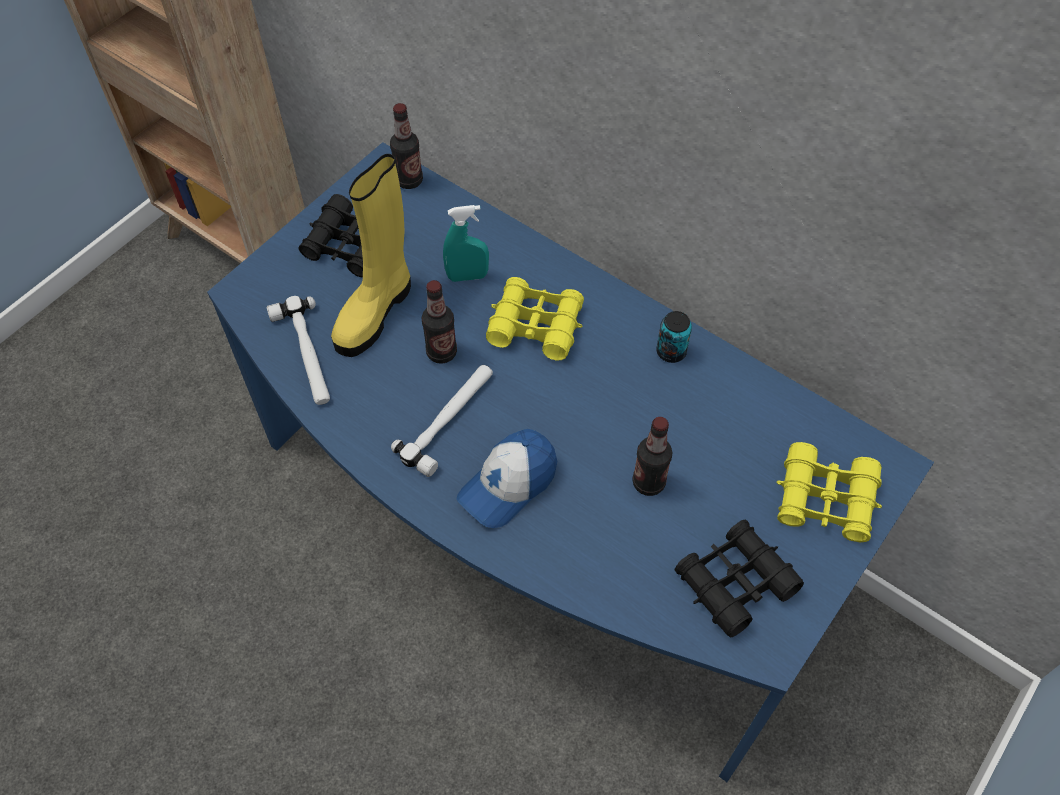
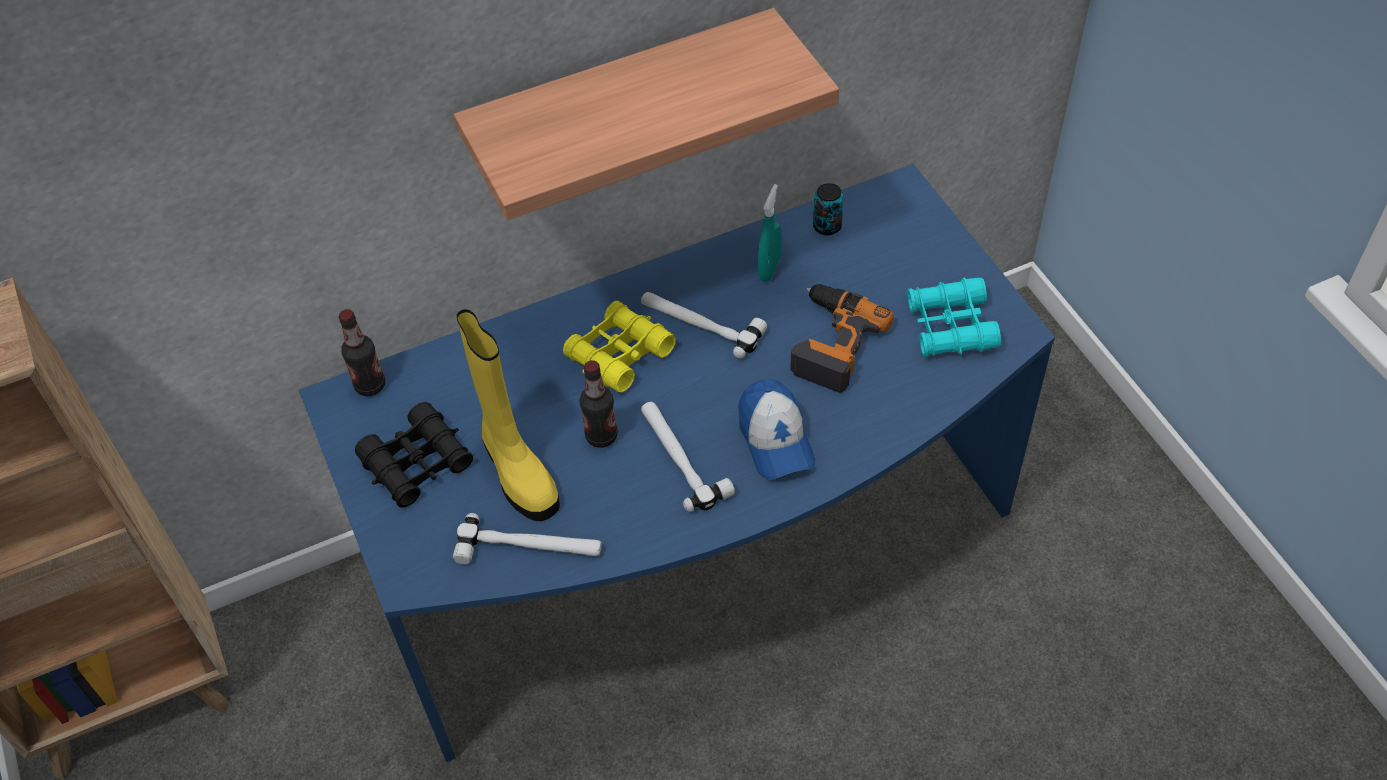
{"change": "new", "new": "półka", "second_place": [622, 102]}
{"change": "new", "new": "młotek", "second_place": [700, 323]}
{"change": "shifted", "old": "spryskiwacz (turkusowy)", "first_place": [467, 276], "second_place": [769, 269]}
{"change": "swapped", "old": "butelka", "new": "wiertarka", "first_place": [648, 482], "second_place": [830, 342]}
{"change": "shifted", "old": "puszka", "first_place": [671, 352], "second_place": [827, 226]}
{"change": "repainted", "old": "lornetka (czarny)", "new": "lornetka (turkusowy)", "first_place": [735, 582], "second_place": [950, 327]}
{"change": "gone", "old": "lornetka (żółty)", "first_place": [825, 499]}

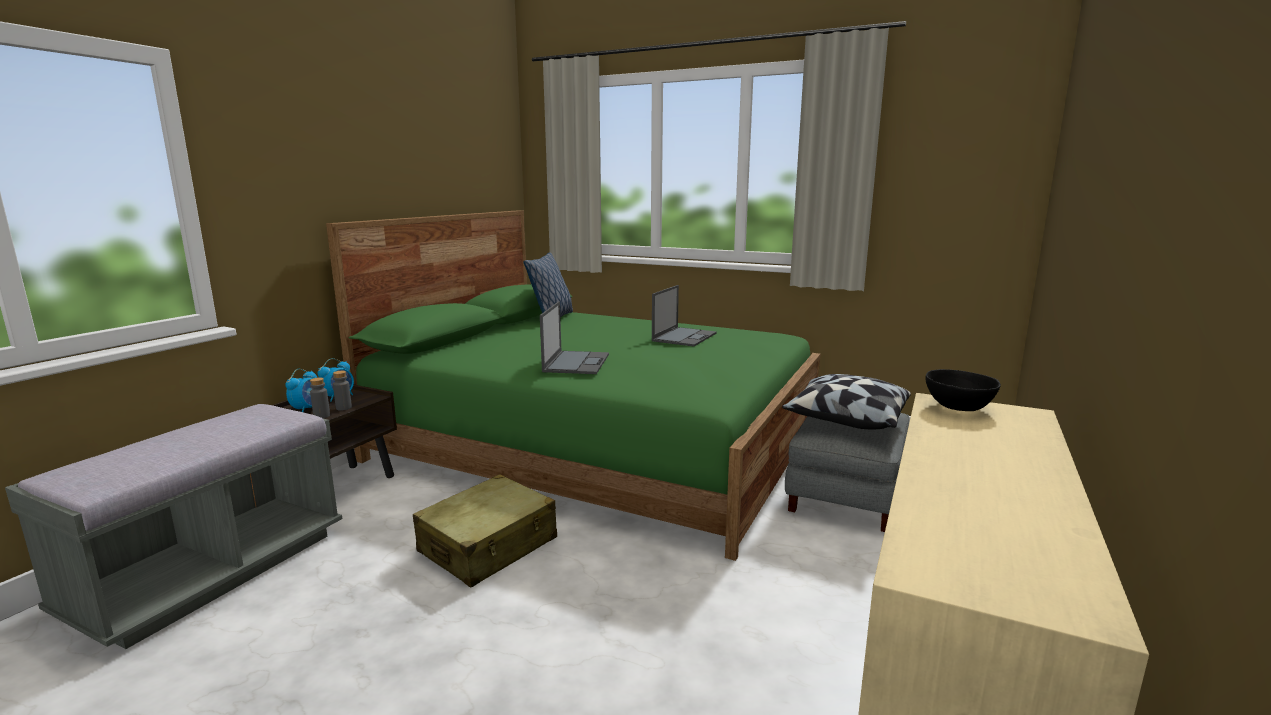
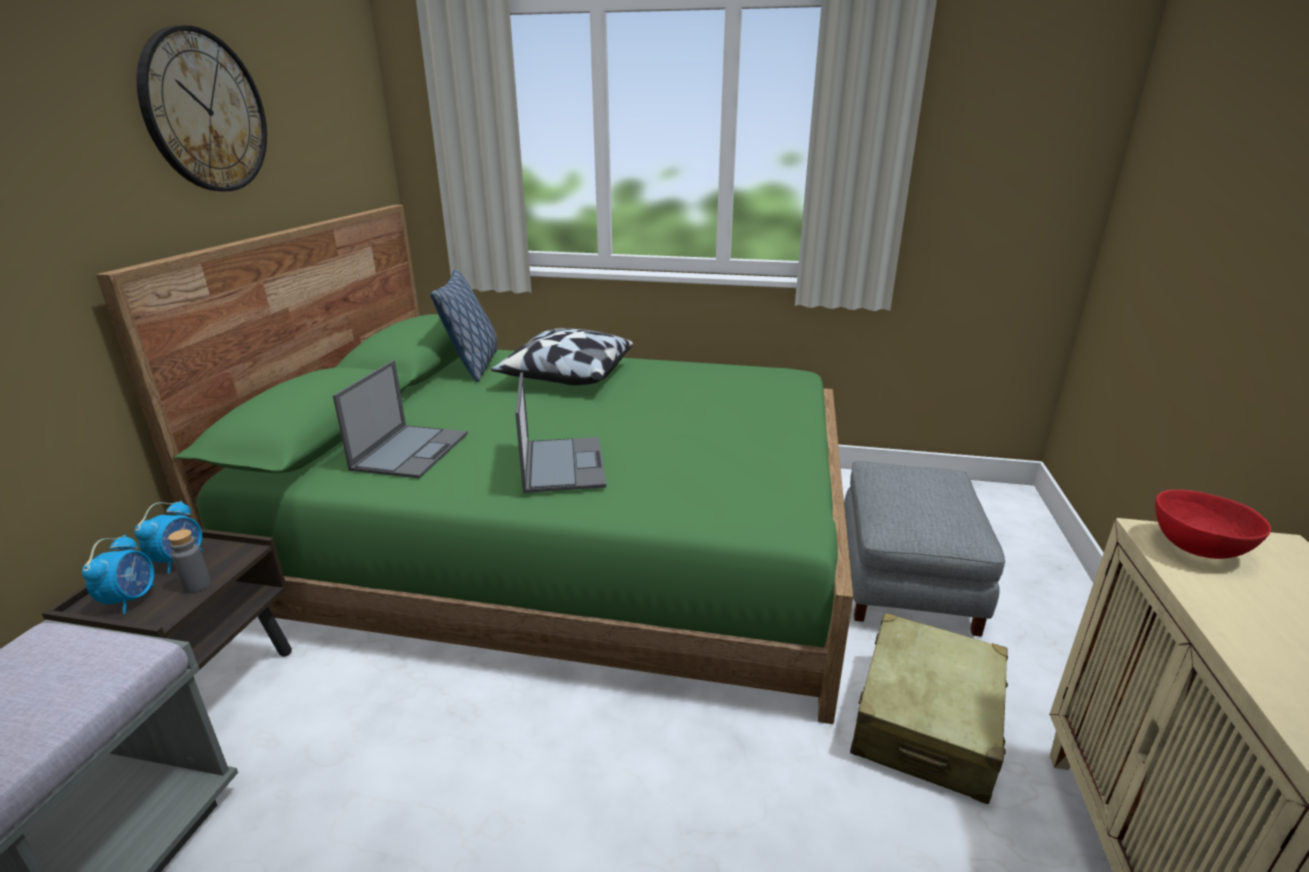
{"change": "new", "new": "zegar ścienny", "second_place": [204, 112]}
{"change": "shifted", "old": "laptop", "first_place": [684, 337], "second_place": [411, 450]}
{"change": "shifted", "old": "poduszka", "first_place": [846, 419], "second_place": [566, 376]}
{"change": "shifted", "old": "walizka (beżowy)", "first_place": [488, 546], "second_place": [926, 722]}
{"change": "repainted", "old": "miska (czarny)", "new": "miska (czerwony)", "first_place": [956, 407], "second_place": [1194, 547]}
{"change": "gone", "old": "butelka (szary)", "first_place": [322, 416]}

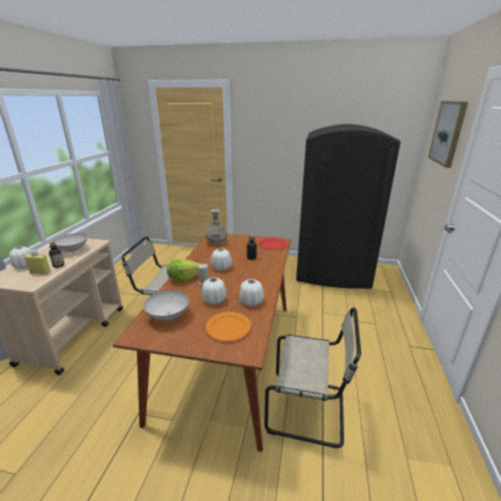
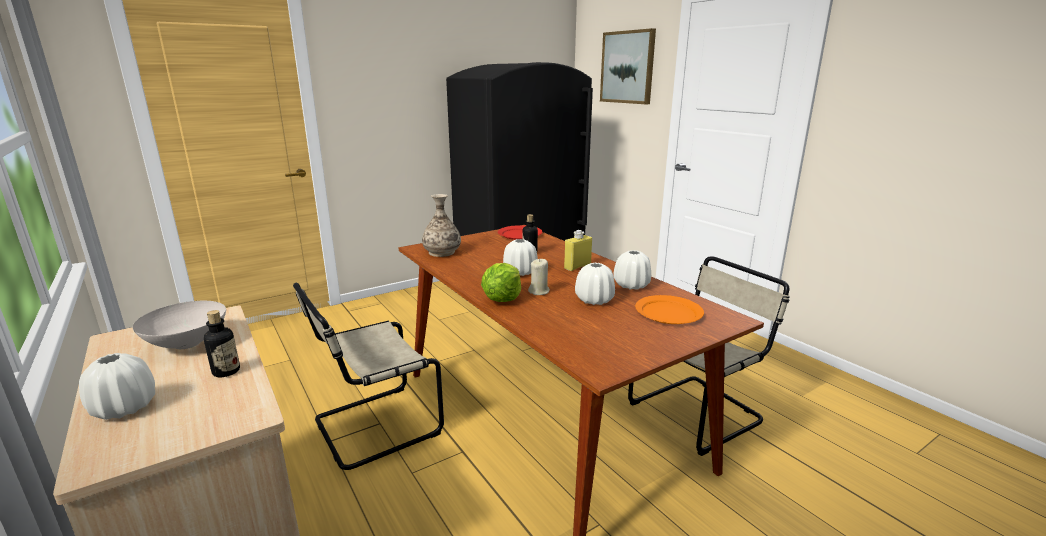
{"change": "shifted", "old": "butelka (żółty)", "first_place": [40, 272], "second_place": [577, 266]}
{"change": "gone", "old": "miska (biały)", "first_place": [168, 315]}

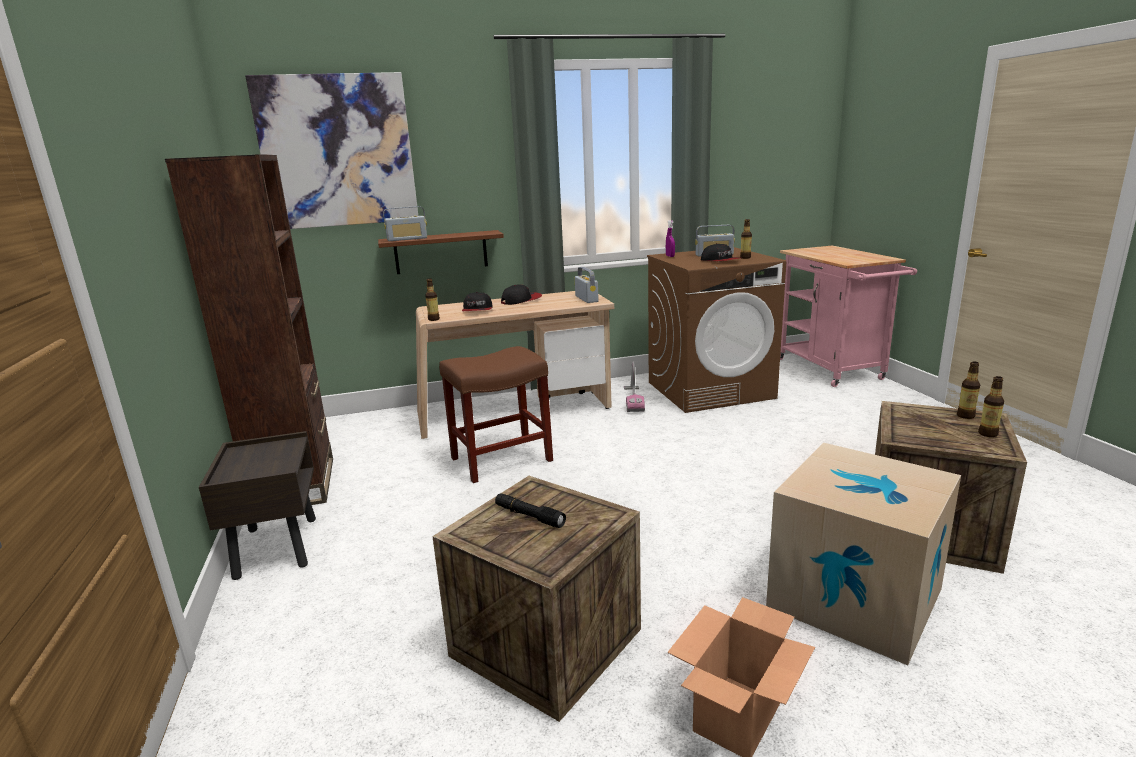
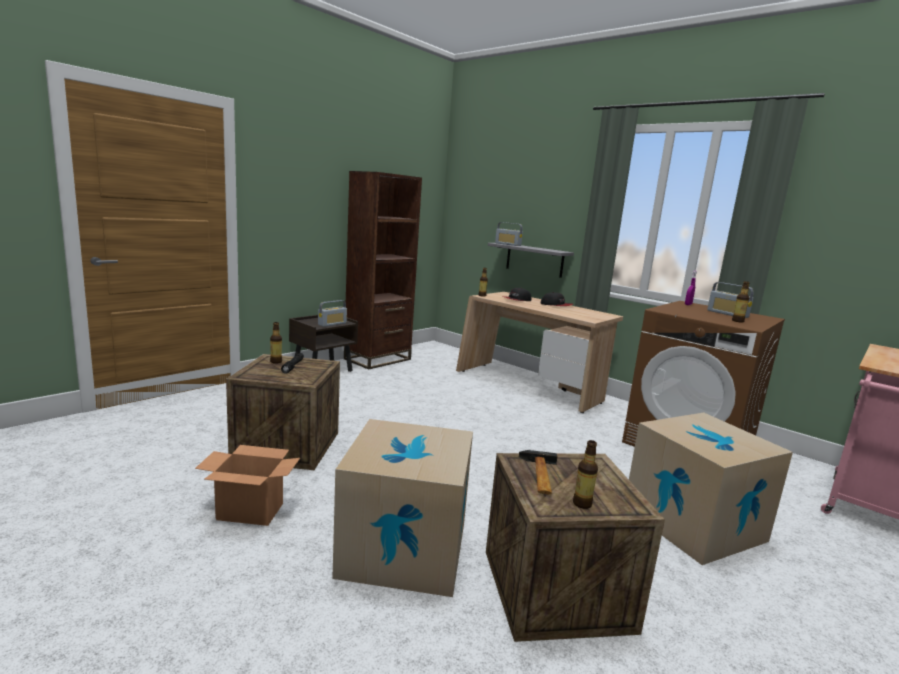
{"change": "shifted", "old": "butelka", "first_place": [965, 416], "second_place": [276, 362]}
{"change": "shifted", "old": "radio", "first_place": [586, 299], "second_place": [332, 324]}
{"change": "repainted", "old": "półka (brązowy)", "new": "półka (szary)", "first_place": [441, 252], "second_place": [534, 260]}
{"change": "new", "new": "młotek", "second_place": [539, 476]}
{"change": "new", "new": "karton", "second_place": [693, 523]}
{"change": "gone", "old": "obraz", "first_place": [337, 152]}
{"change": "gone", "old": "stołek (brązowy)", "first_place": [500, 460]}
{"change": "gone", "old": "odkurzacz", "first_place": [633, 399]}
{"change": "gone", "old": "czapka z daszkiem", "first_place": [720, 261]}

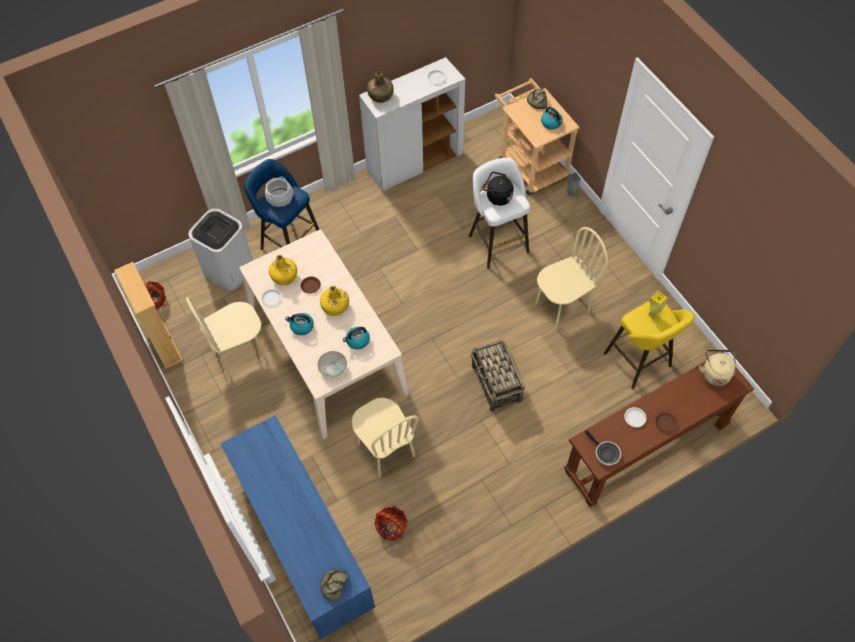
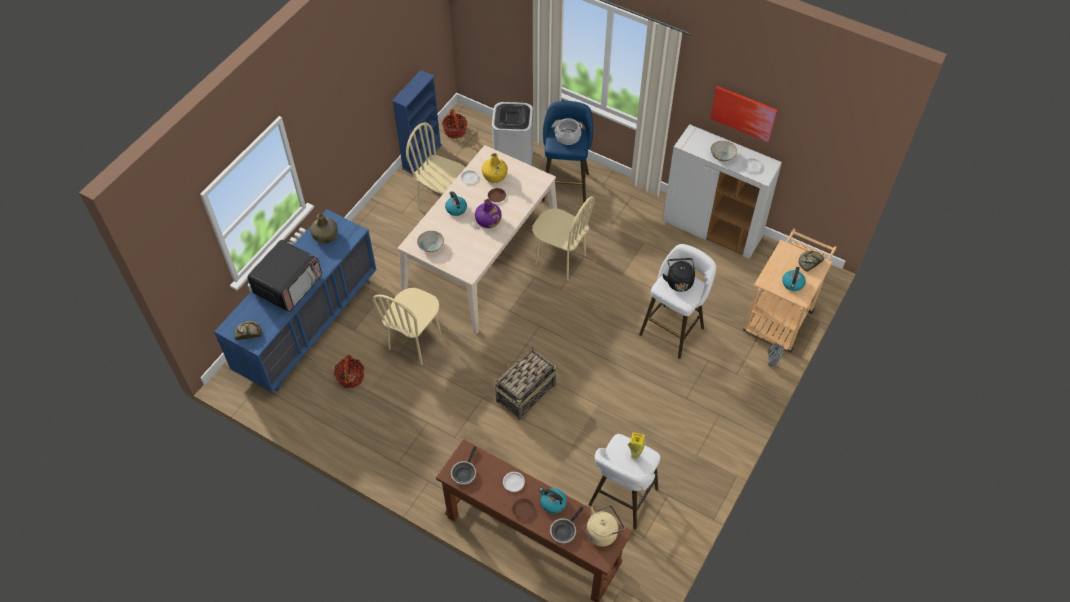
{"change": "new", "new": "mikrofalówka", "second_place": [288, 285]}
{"change": "shifted", "old": "butelka (zielony)", "first_place": [380, 95], "second_place": [326, 235]}
{"change": "repainted", "old": "regał (beżowy)", "new": "regał (niebieski)", "first_place": [163, 344], "second_place": [422, 156]}
{"change": "repainted", "old": "butelka (żółty)", "new": "butelka (fioletowy)", "first_place": [335, 307], "second_place": [488, 221]}
{"change": "shifted", "old": "krzesło (beżowy)", "first_place": [561, 307], "second_place": [560, 260]}
{"change": "shifted", "old": "czajnik", "first_place": [357, 341], "second_place": [552, 503]}
{"change": "new", "new": "patelnia", "second_place": [564, 530]}
{"change": "repainted", "old": "stołek (żółty)", "new": "stołek (biały)", "first_place": [640, 362], "second_place": [621, 500]}
{"change": "new", "new": "obraz", "second_place": [743, 113]}
{"change": "new", "new": "miska", "second_place": [722, 156]}

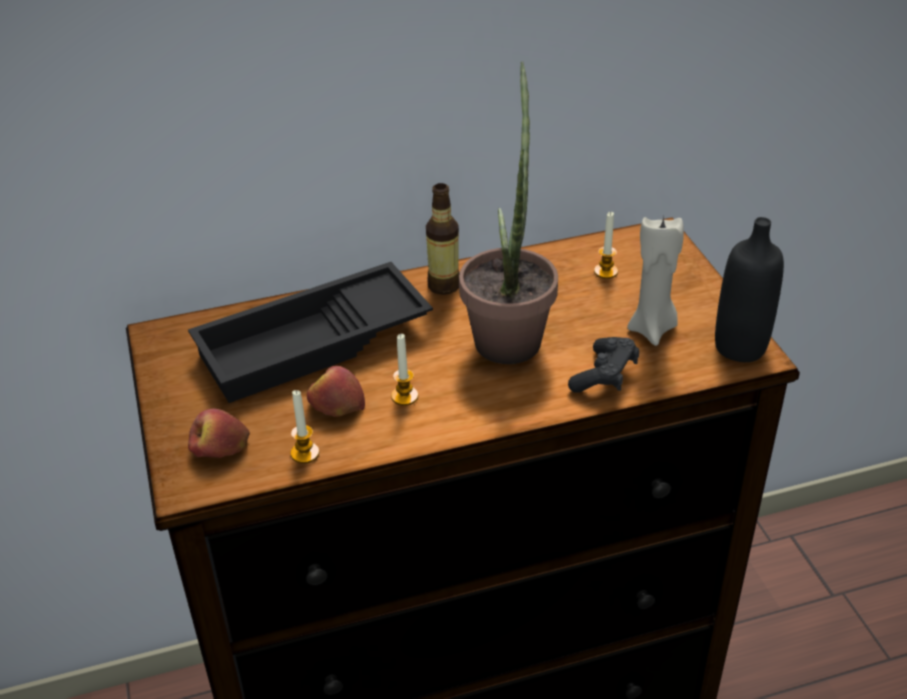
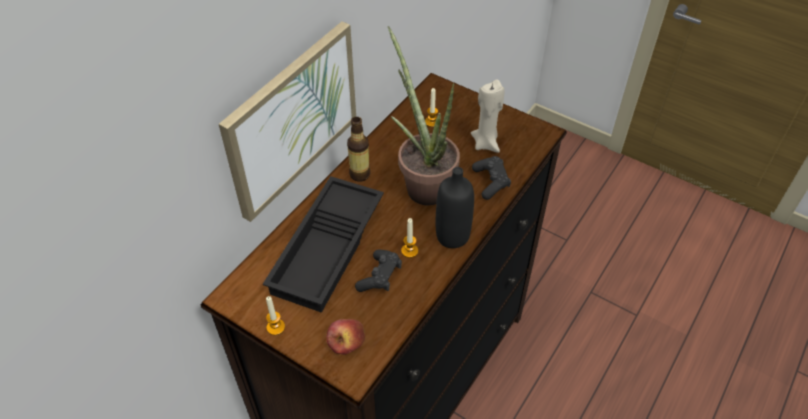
{"change": "new", "new": "obraz", "second_place": [292, 119]}
{"change": "shifted", "old": "świeca", "first_place": [305, 453], "second_place": [275, 327]}
{"change": "swapped", "old": "jabłko", "new": "pad do gier (czarny)", "first_place": [336, 404], "second_place": [380, 277]}
{"change": "shifted", "old": "butelka (czarny)", "first_place": [740, 347], "second_place": [452, 236]}

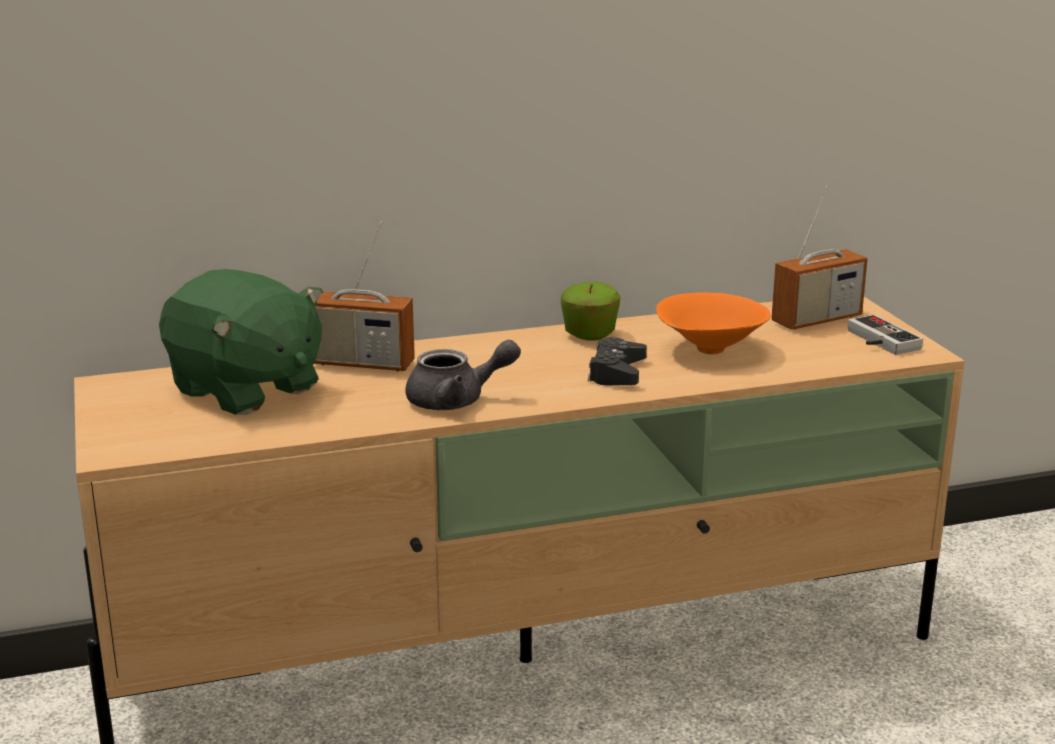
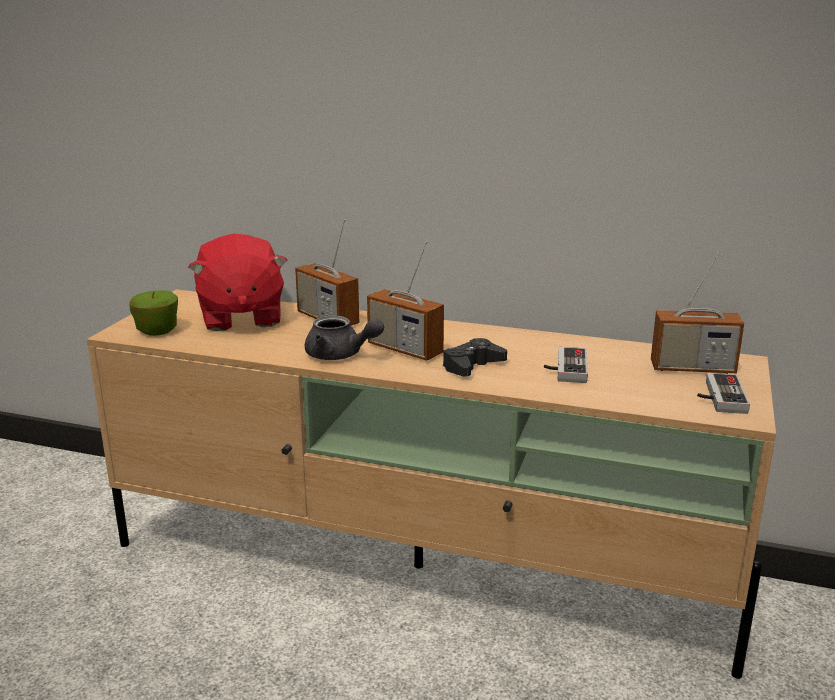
{"change": "shifted", "old": "jabłko", "first_place": [589, 335], "second_place": [157, 331]}
{"change": "repainted", "old": "pluszak (zielony)", "new": "pluszak (czerwony)", "first_place": [245, 390], "second_place": [240, 317]}
{"change": "new", "new": "radio", "second_place": [405, 349]}
{"change": "swapped", "old": "miska (pomarańczowy)", "new": "pad do gier", "first_place": [708, 350], "second_place": [565, 368]}

